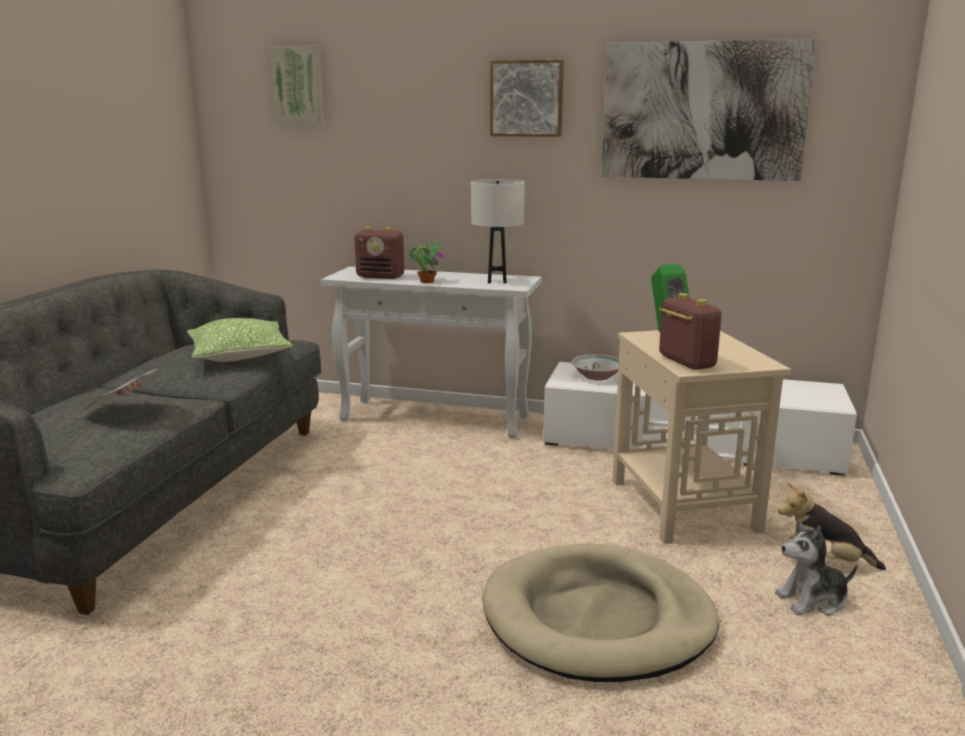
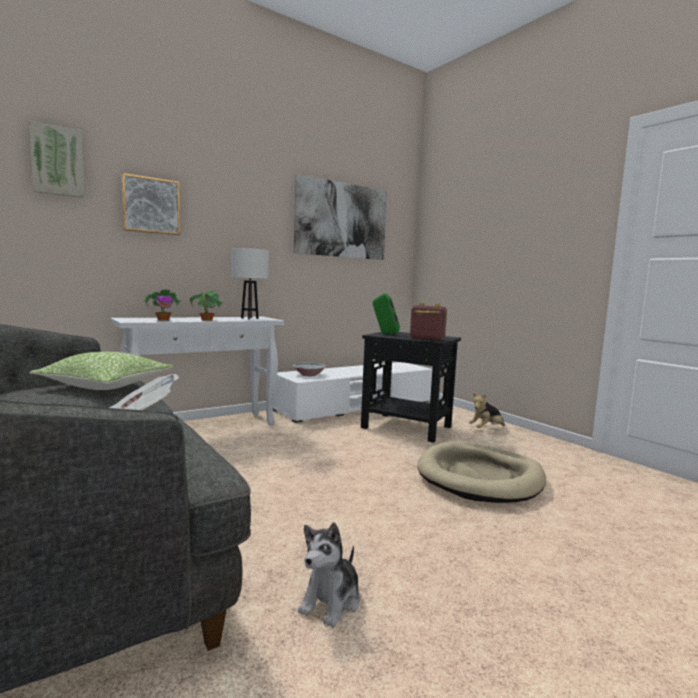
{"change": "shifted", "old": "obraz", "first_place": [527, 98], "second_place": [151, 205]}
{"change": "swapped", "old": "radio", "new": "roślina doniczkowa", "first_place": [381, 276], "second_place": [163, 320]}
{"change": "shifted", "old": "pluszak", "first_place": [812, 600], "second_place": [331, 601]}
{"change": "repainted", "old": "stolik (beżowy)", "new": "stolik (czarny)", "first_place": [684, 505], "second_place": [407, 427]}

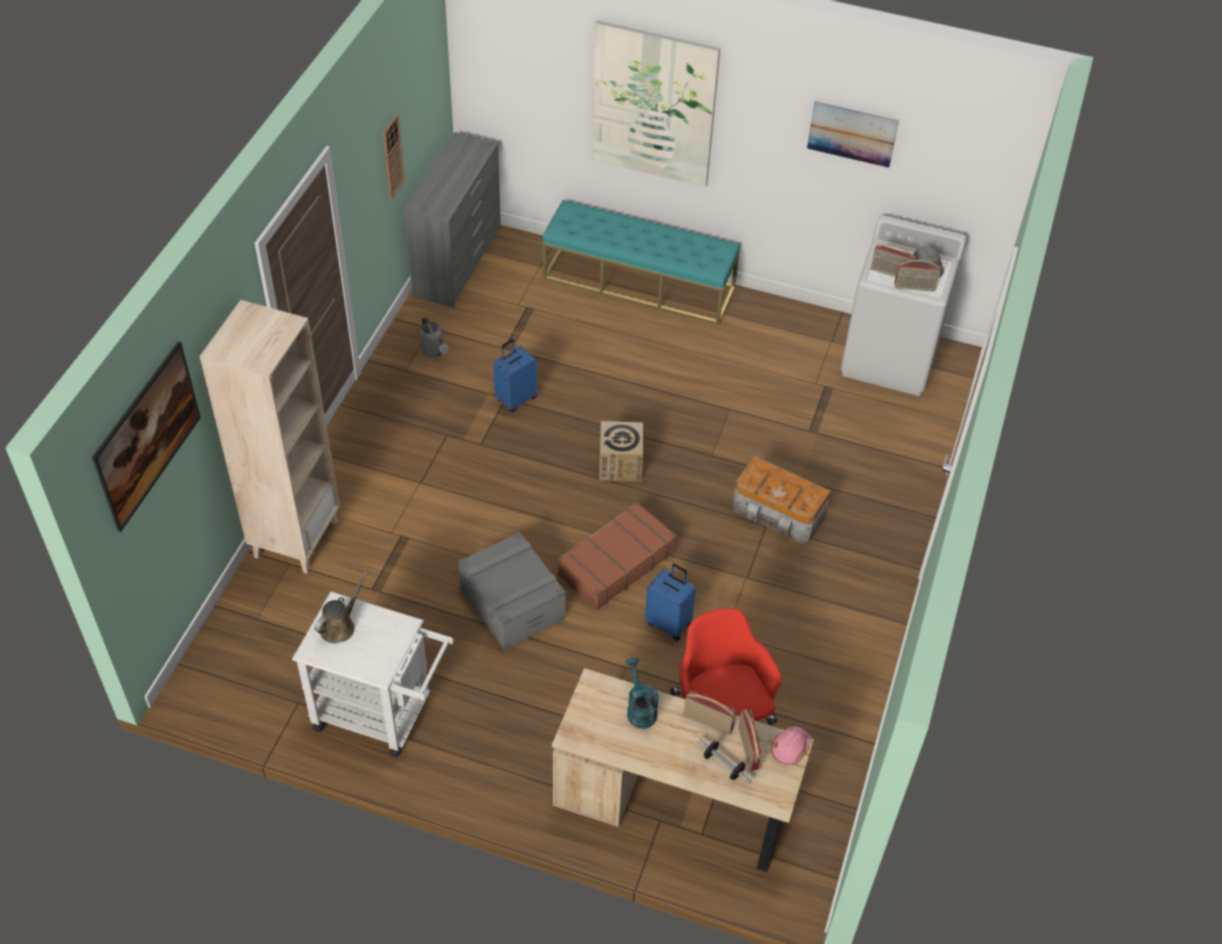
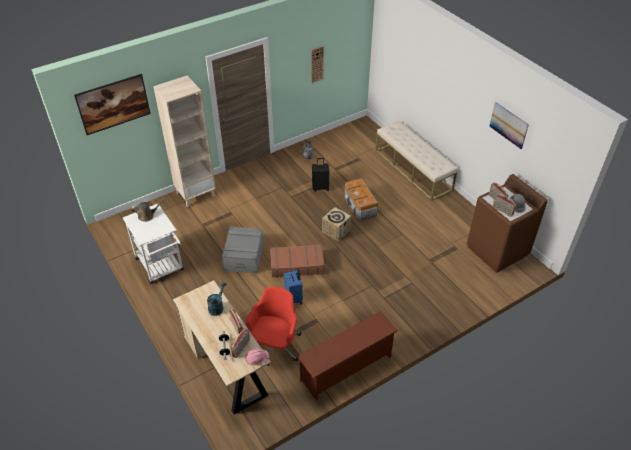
{"change": "new", "new": "regał na buty (brązowy)", "second_place": [346, 369]}
{"change": "repainted", "old": "walizka (niebieski)", "new": "walizka (czarny)", "first_place": [515, 398], "second_place": [320, 187]}
{"change": "shifted", "old": "pojemnik do przechowywania", "first_place": [778, 514], "second_place": [360, 207]}
{"change": "repainted", "old": "ławka (turkusowy)", "new": "ławka (beżowy)", "first_place": [639, 283], "second_place": [413, 170]}
{"change": "repainted", "old": "pralka (biały)", "new": "pralka (brązowy)", "first_place": [890, 358], "second_place": [497, 251]}
{"change": "gone", "old": "komoda (szary)", "first_place": [458, 263]}
{"change": "gone", "old": "obraz", "first_place": [653, 104]}

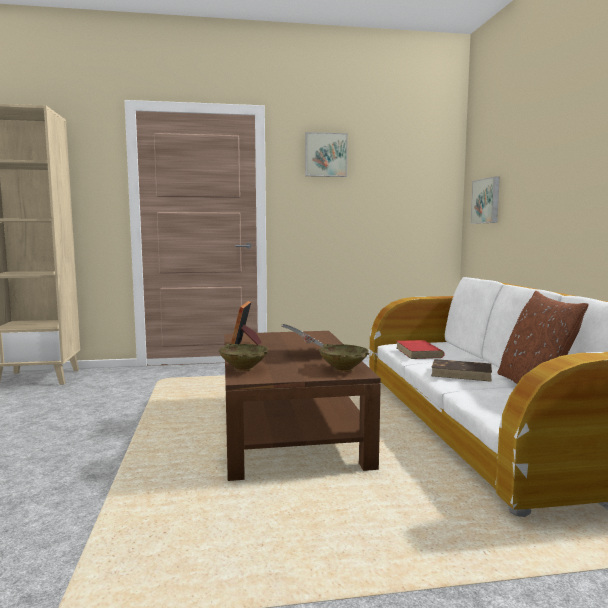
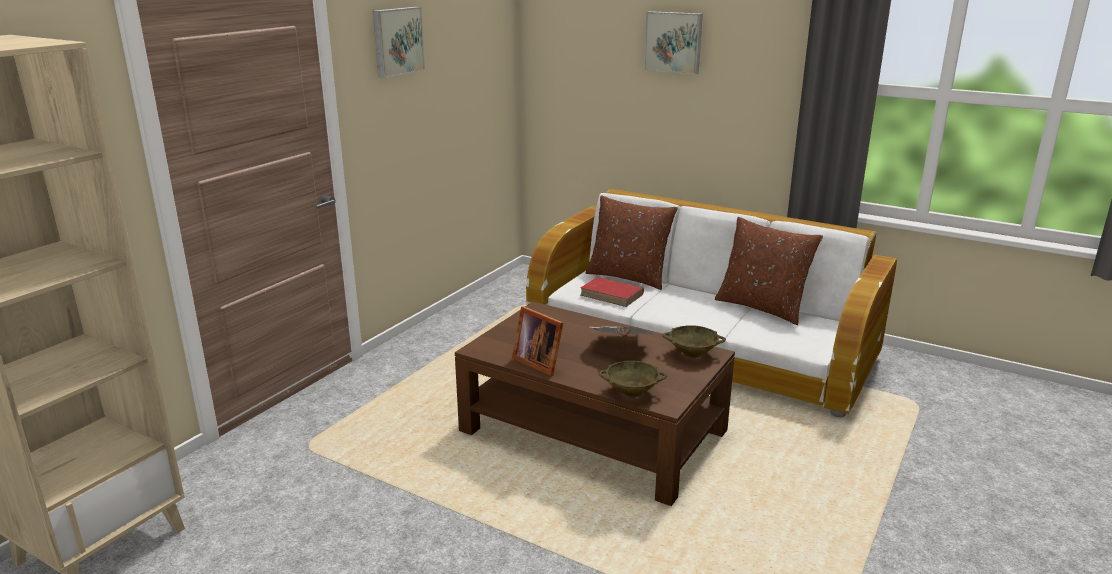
{"change": "new", "new": "poduszka (brązowy)", "second_place": [628, 277]}
{"change": "shifted", "old": "obraz", "first_place": [486, 201], "second_place": [673, 42]}
{"change": "gone", "old": "książka (brązowy)", "first_place": [462, 373]}

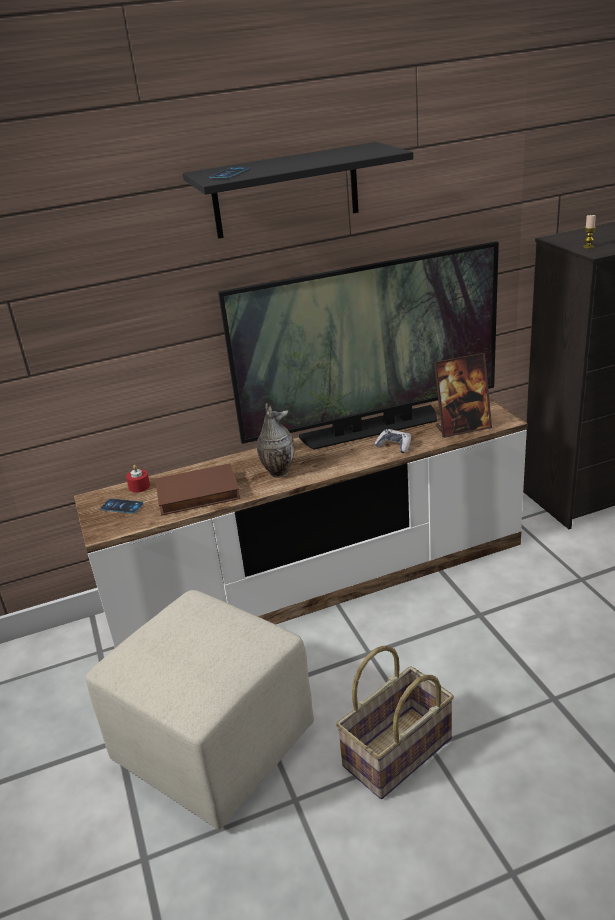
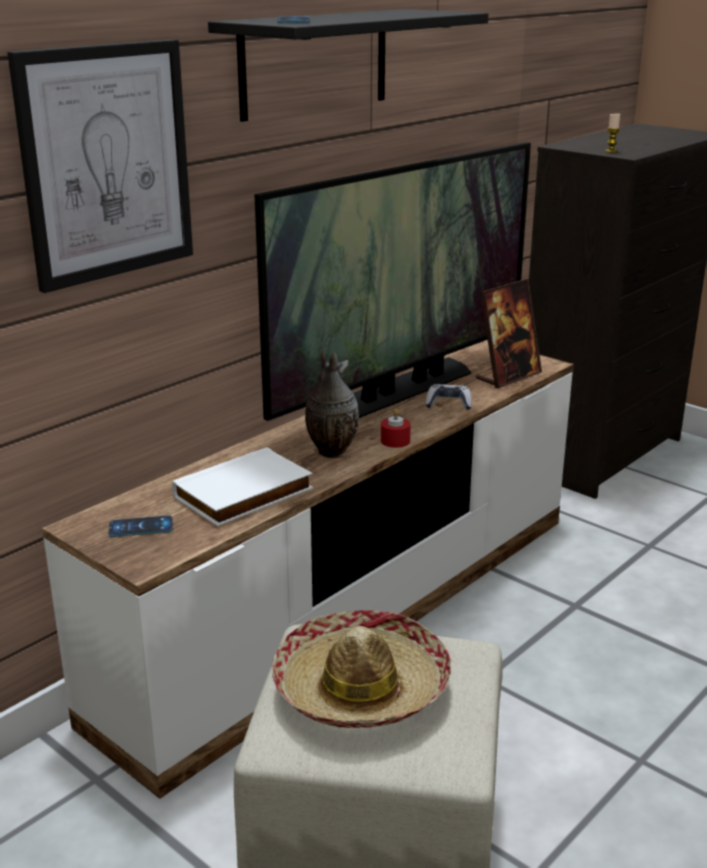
{"change": "new", "new": "obraz", "second_place": [107, 163]}
{"change": "repainted", "old": "książka (brązowy)", "new": "książka (biały)", "first_place": [197, 495], "second_place": [244, 494]}
{"change": "new", "new": "kapelusz", "second_place": [361, 687]}
{"change": "shifted", "old": "świeca (czerwony)", "first_place": [139, 486], "second_place": [395, 441]}
{"change": "gone", "old": "koszyk", "first_place": [398, 753]}

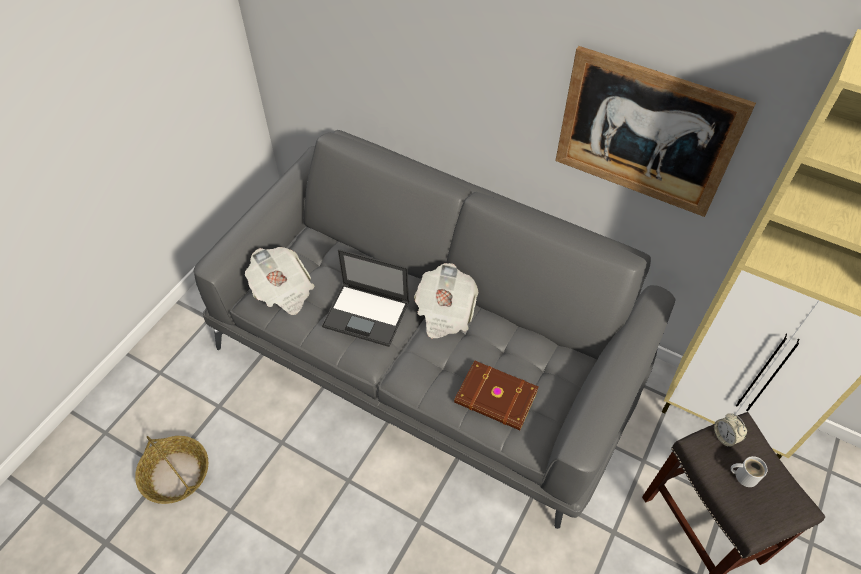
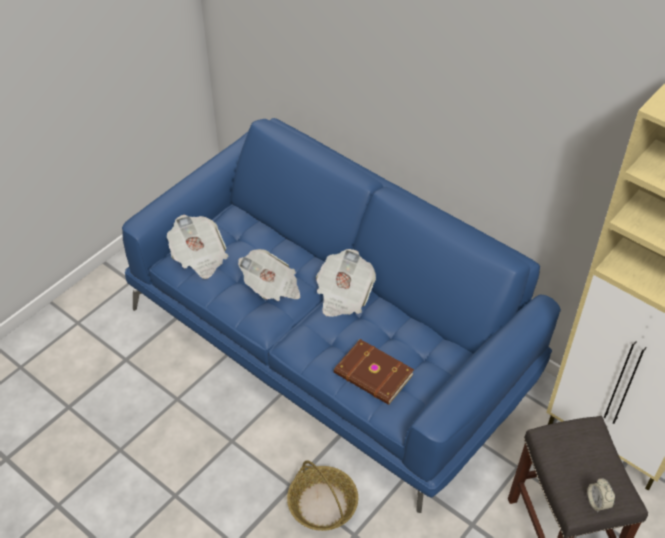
{"change": "repainted", "old": "kanapa (szary)", "new": "kanapa (niebieski)", "first_place": [430, 354], "second_place": [332, 342]}
{"change": "swapped", "old": "laptop", "new": "gazeta", "first_place": [367, 314], "second_place": [272, 287]}
{"change": "shifted", "old": "koszyk", "first_place": [176, 474], "second_place": [323, 504]}
{"change": "shifted", "old": "budzik", "first_place": [725, 437], "second_place": [597, 502]}
{"change": "gone", "old": "obraz", "first_place": [645, 133]}
{"change": "gone", "old": "kubek (biały)", "first_place": [744, 475]}

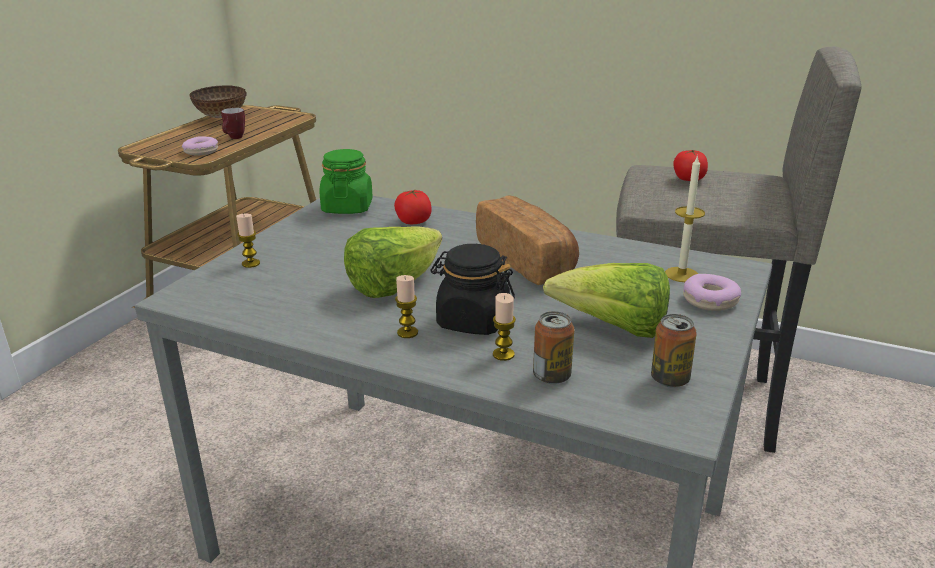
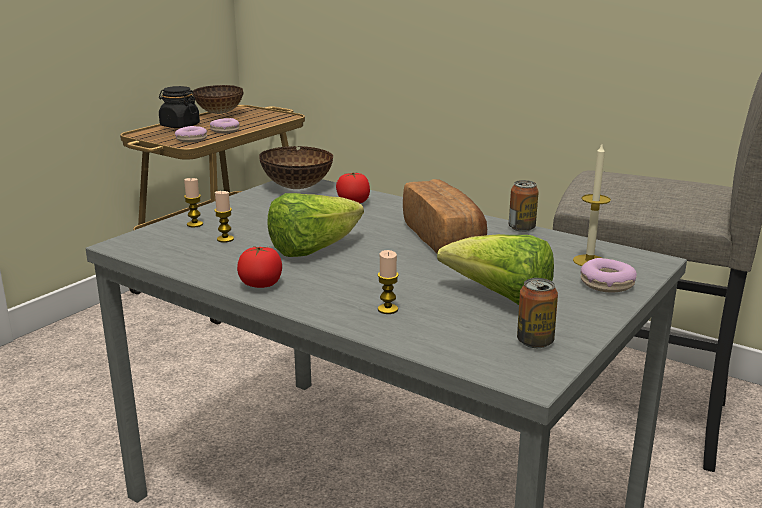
{"change": "shifted", "old": "słoik (czarny)", "first_place": [472, 321], "second_place": [179, 126]}
{"change": "swapped", "old": "kubek", "new": "donut", "first_place": [234, 138], "second_place": [225, 130]}
{"change": "shifted", "old": "świeca", "first_place": [407, 333], "second_place": [225, 239]}
{"change": "shifted", "old": "pomidor", "first_place": [689, 179], "second_place": [260, 285]}
{"change": "swapped", "old": "słoik (zielony)", "new": "miska", "first_place": [347, 207], "second_place": [298, 187]}
{"change": "shifted", "old": "puszka", "first_place": [552, 376], "second_place": [521, 228]}

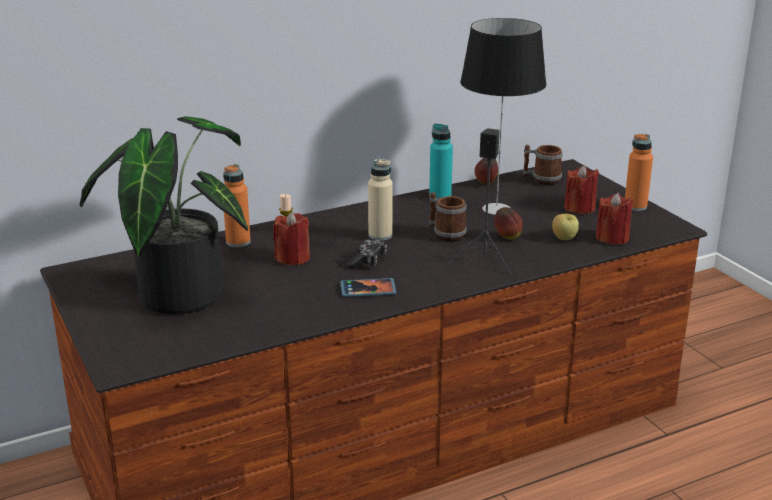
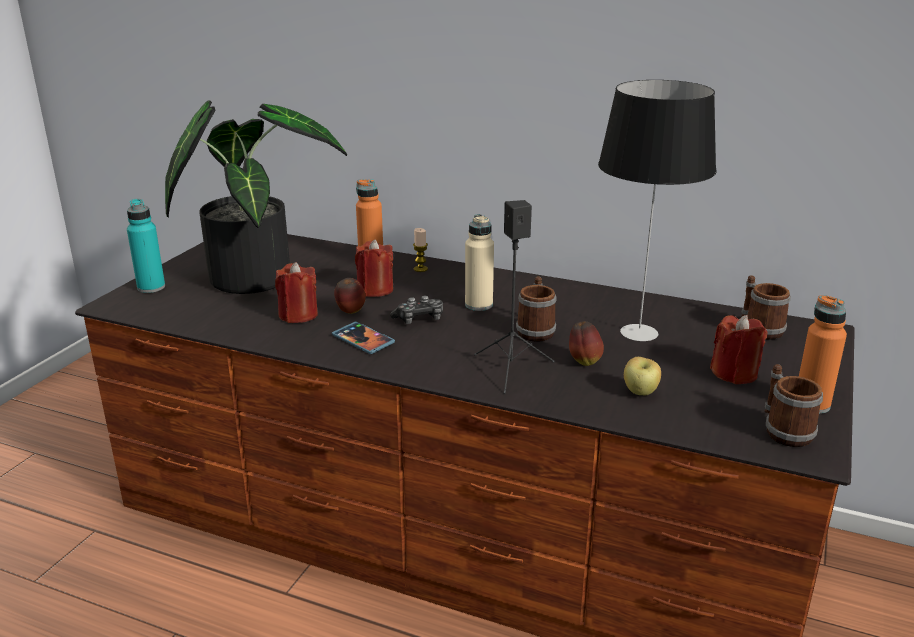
{"change": "shifted", "old": "butelka (turkusowy)", "first_place": [440, 196], "second_place": [151, 287]}
{"change": "shifted", "old": "świeca (czerwony)", "first_place": [612, 238], "second_place": [298, 315]}
{"change": "shifted", "old": "jabłko", "first_place": [486, 184], "second_place": [350, 313]}
{"change": "new", "new": "kubek", "second_place": [783, 430]}

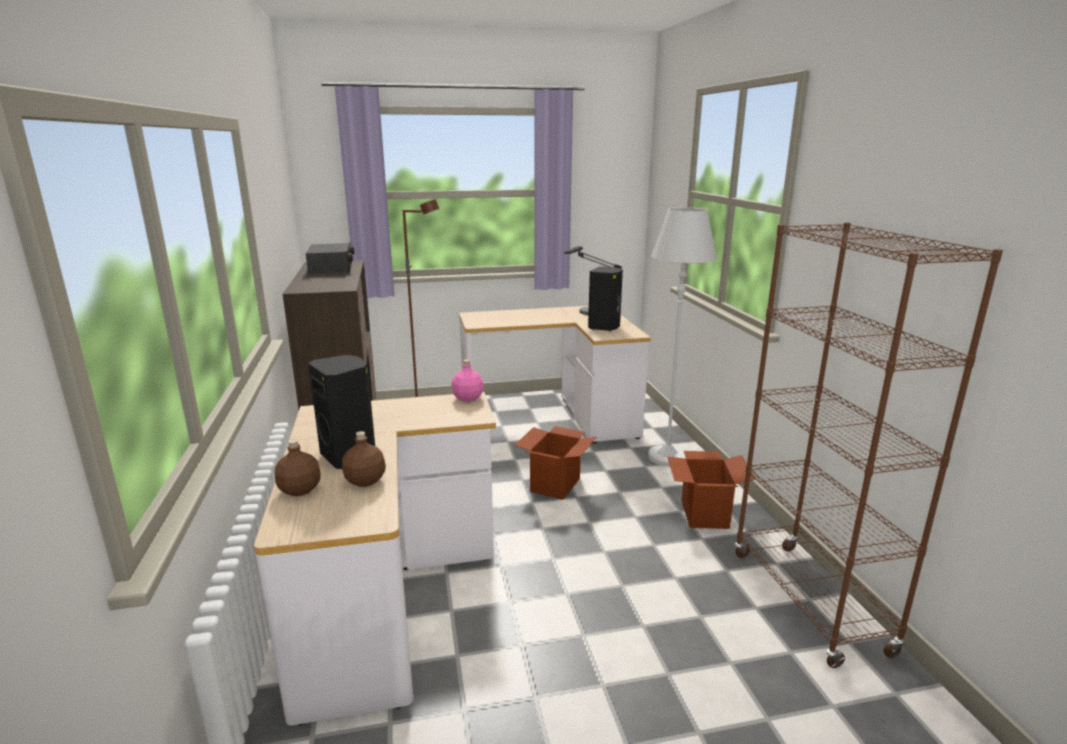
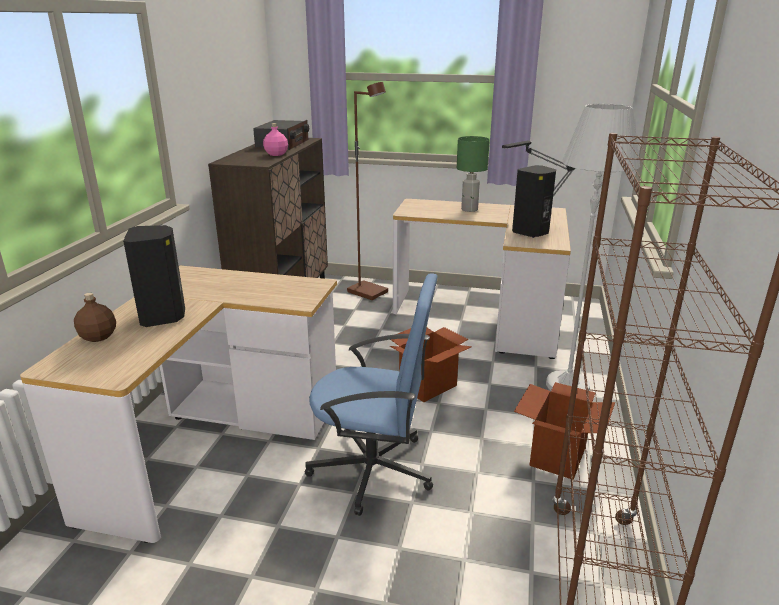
{"change": "shifted", "old": "butelka (różowy)", "first_place": [467, 398], "second_place": [276, 154]}
{"change": "new", "new": "krzesło biurowe (niebieski)", "second_place": [374, 469]}
{"change": "new", "new": "lampa stołowa (zielony)", "second_place": [470, 210]}
{"change": "gone", "old": "butelka (brązowy)", "first_place": [364, 481]}

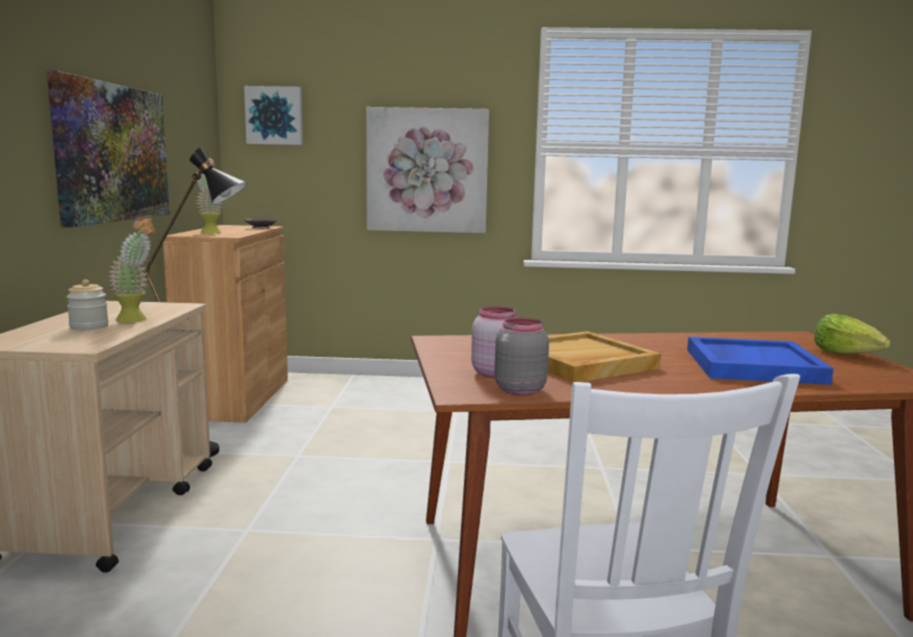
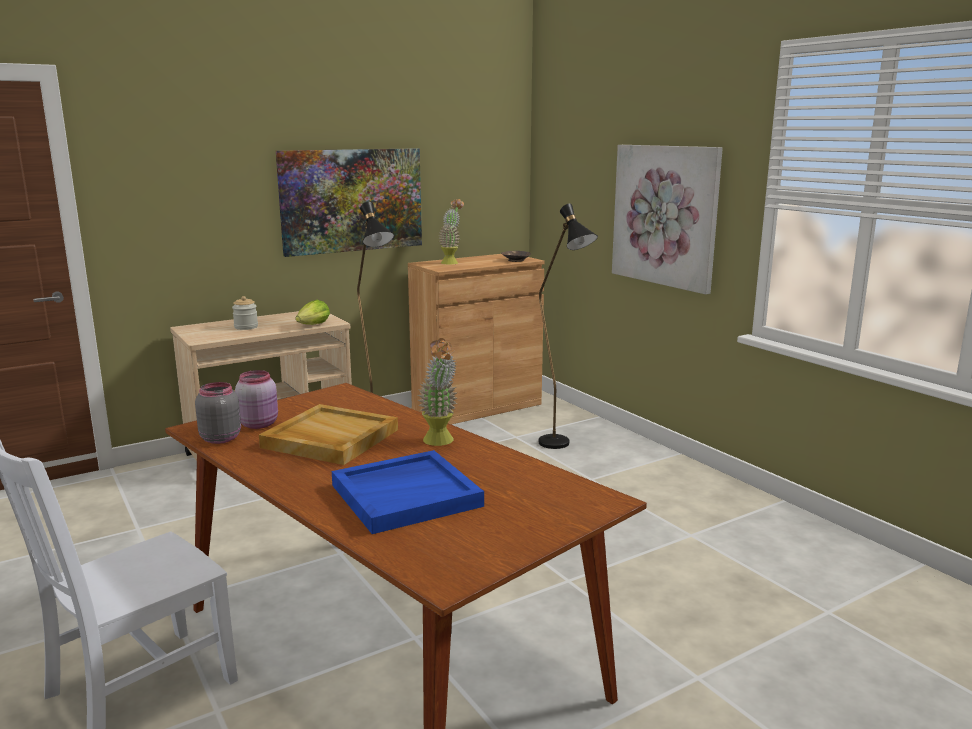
{"change": "shifted", "old": "sałata", "first_place": [847, 354], "second_place": [313, 325]}
{"change": "shifted", "old": "roślina doniczkowa", "first_place": [137, 320], "second_place": [440, 443]}
{"change": "new", "new": "lampa stojąca (czarny)", "second_place": [561, 446]}
{"change": "gone", "old": "obraz", "first_place": [274, 116]}

